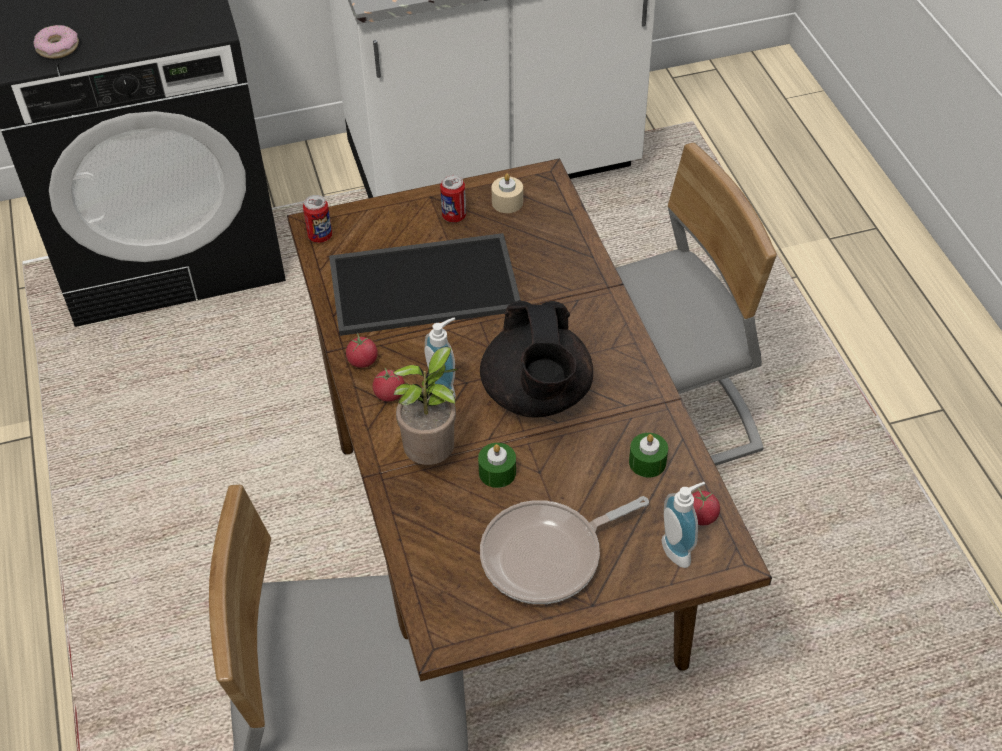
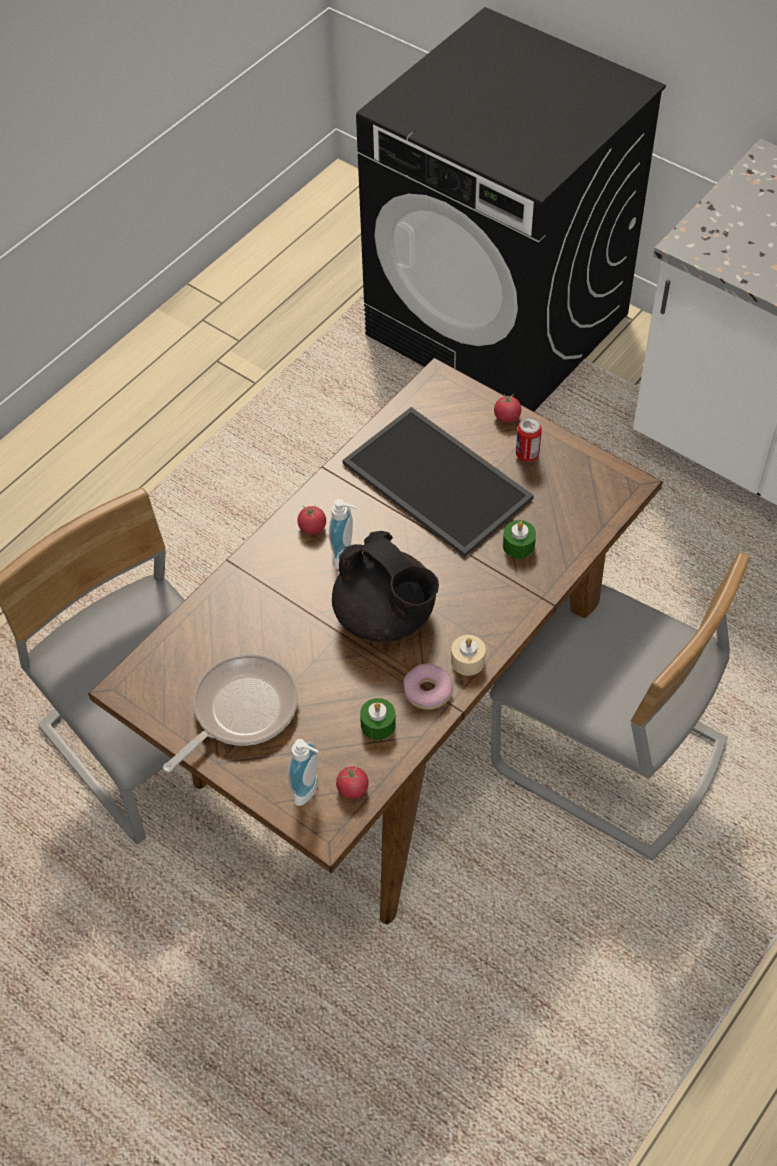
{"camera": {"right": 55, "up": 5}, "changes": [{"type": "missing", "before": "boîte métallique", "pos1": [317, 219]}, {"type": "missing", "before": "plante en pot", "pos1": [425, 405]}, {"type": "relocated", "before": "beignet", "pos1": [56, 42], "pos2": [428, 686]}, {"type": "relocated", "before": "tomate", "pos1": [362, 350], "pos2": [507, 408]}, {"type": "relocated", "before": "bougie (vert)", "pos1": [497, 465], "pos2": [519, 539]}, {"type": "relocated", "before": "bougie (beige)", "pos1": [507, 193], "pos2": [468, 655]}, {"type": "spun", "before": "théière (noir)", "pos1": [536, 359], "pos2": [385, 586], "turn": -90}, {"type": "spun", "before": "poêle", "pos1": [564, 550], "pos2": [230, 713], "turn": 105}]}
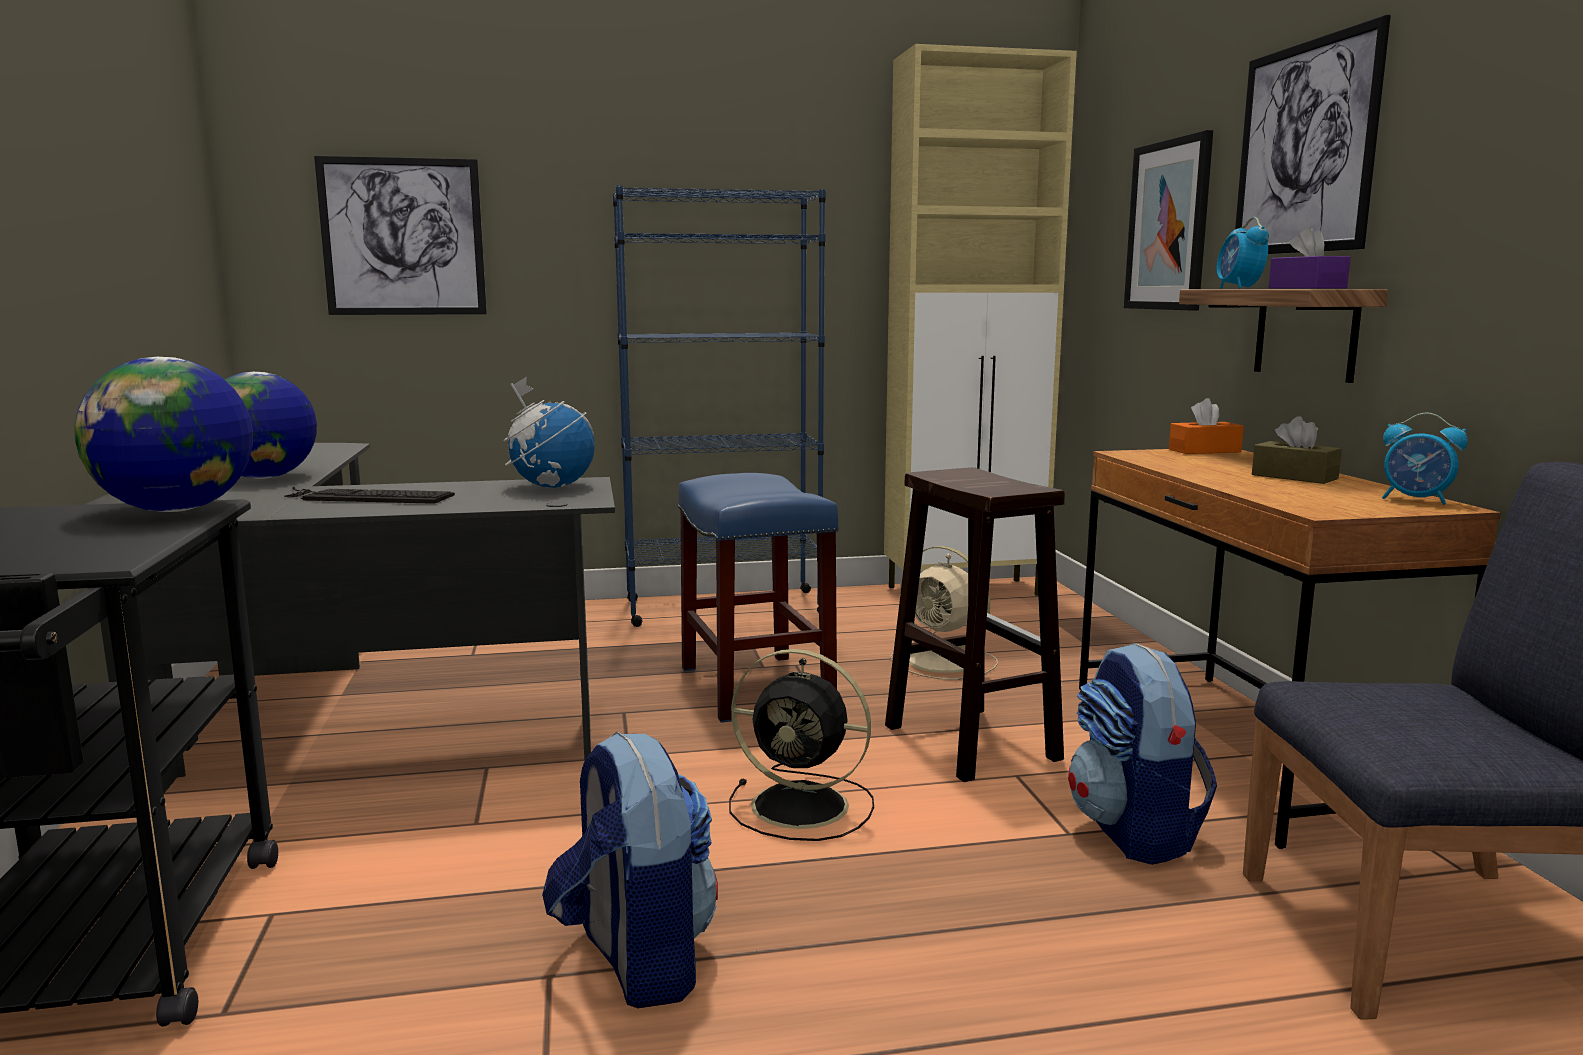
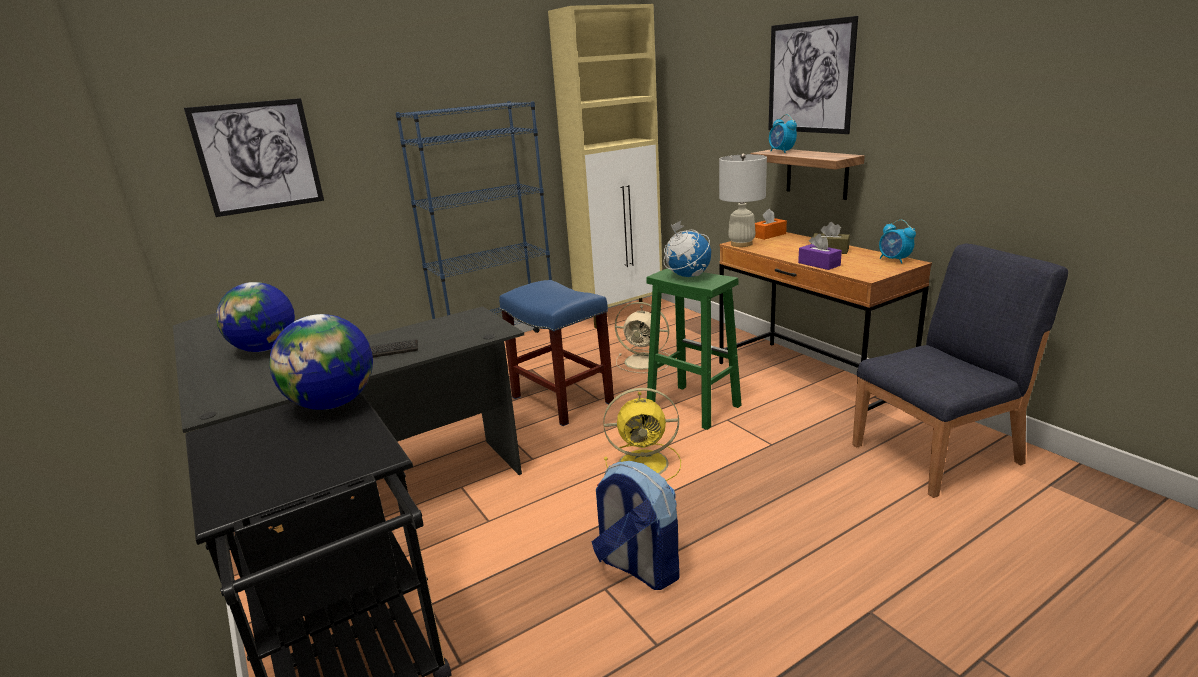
{"camera": {"right": -20, "up": 10}, "changes": [{"type": "missing", "before": "sac à dos", "pos1": [1142, 754]}, {"type": "missing", "before": "tableau", "pos1": [1168, 220]}, {"type": "appeared", "after": "lampe de table (blanc)", "pos2": [743, 200]}, {"type": "relocated", "before": "globe", "pos1": [549, 432], "pos2": [687, 249]}, {"type": "relocated", "before": "boîte à mouchoirs (violet)", "pos1": [1310, 257], "pos2": [820, 252]}, {"type": "colour", "before": "ventilateur (noir)", "after": "ventilateur (jaune)", "pos1": [801, 745], "pos2": [642, 434]}, {"type": "colour", "before": "tabouret (marron)", "after": "tabouret (vert)", "pos1": [975, 624], "pos2": [694, 349]}, {"type": "spun", "before": "réveil", "pos1": [1425, 459], "pos2": [897, 242], "turn": 45}]}
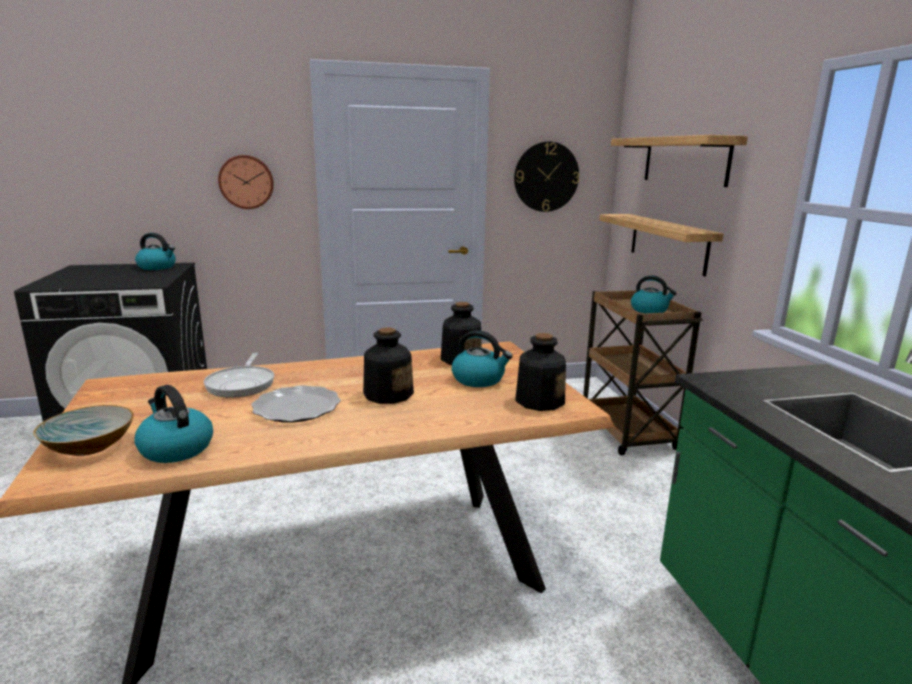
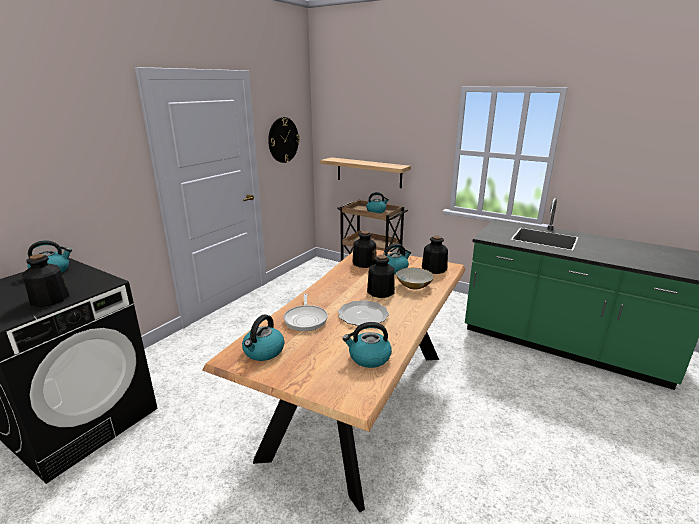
{"camera": {"right": -45, "up": 5}, "changes": [{"type": "missing", "before": "horloge murale", "pos1": [246, 182]}, {"type": "missing", "before": "étagère", "pos1": [679, 161]}, {"type": "appeared", "after": "bouteille", "pos2": [45, 280]}, {"type": "appeared", "after": "bouilloire", "pos2": [263, 338]}, {"type": "relocated", "before": "bol", "pos1": [83, 430], "pos2": [415, 279]}, {"type": "spun", "before": "poêle", "pos1": [239, 375], "pos2": [306, 312], "turn": 45}]}
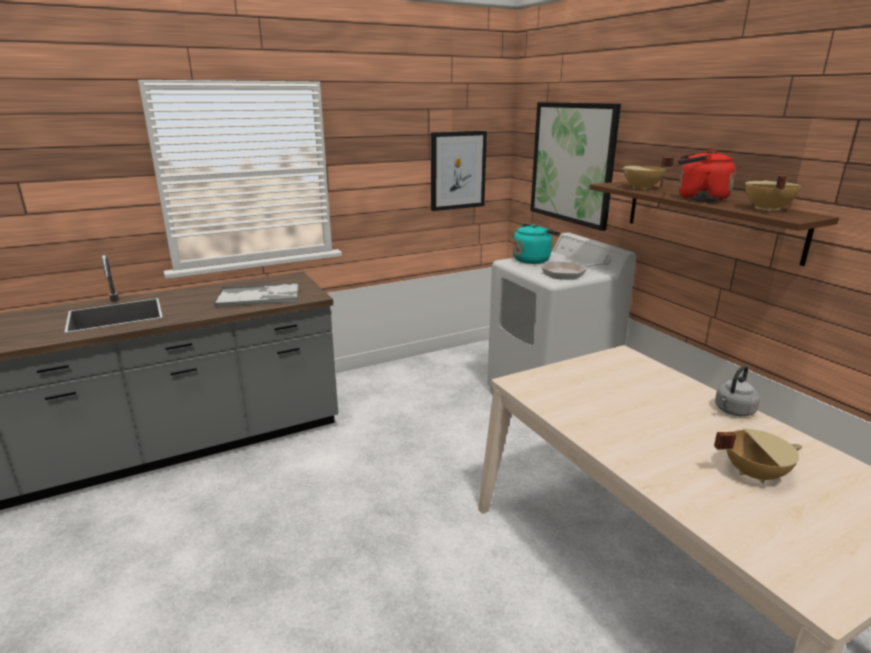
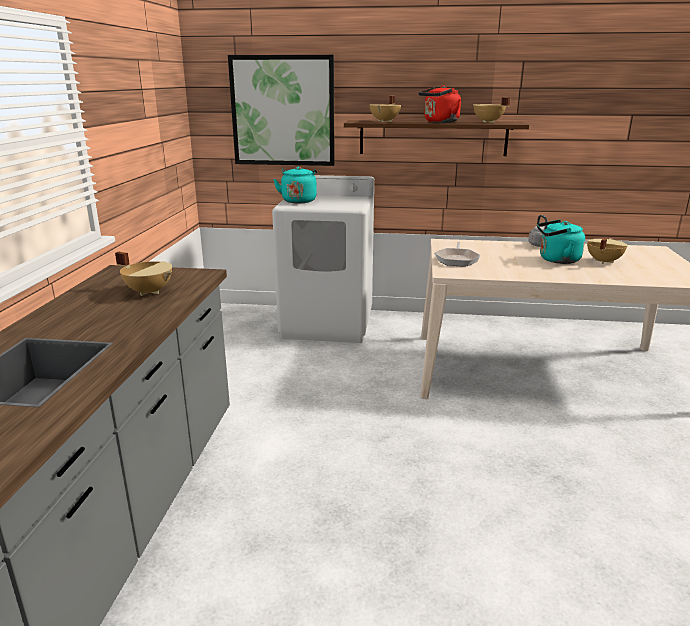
{"camera": {"right": -55, "up": 0}, "changes": [{"type": "missing", "before": "tableau", "pos1": [459, 171]}, {"type": "appeared", "after": "bouilloire (turquoise)", "pos2": [561, 242]}, {"type": "relocated", "before": "poêle", "pos1": [572, 271], "pos2": [457, 254]}, {"type": "exchanged", "before": "plateau", "after": "marmite (beige)", "pos1": [256, 294], "pos2": [143, 274]}]}
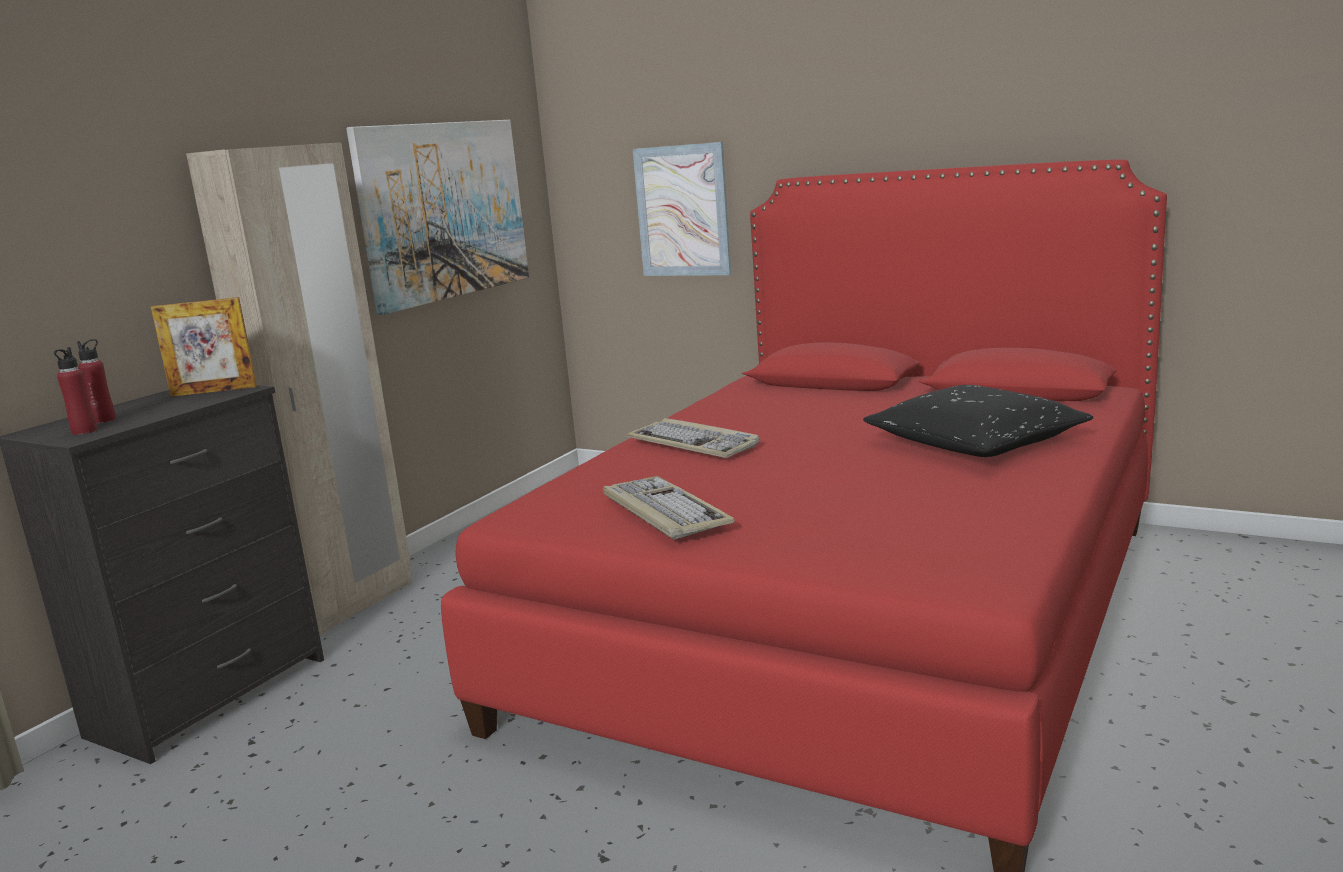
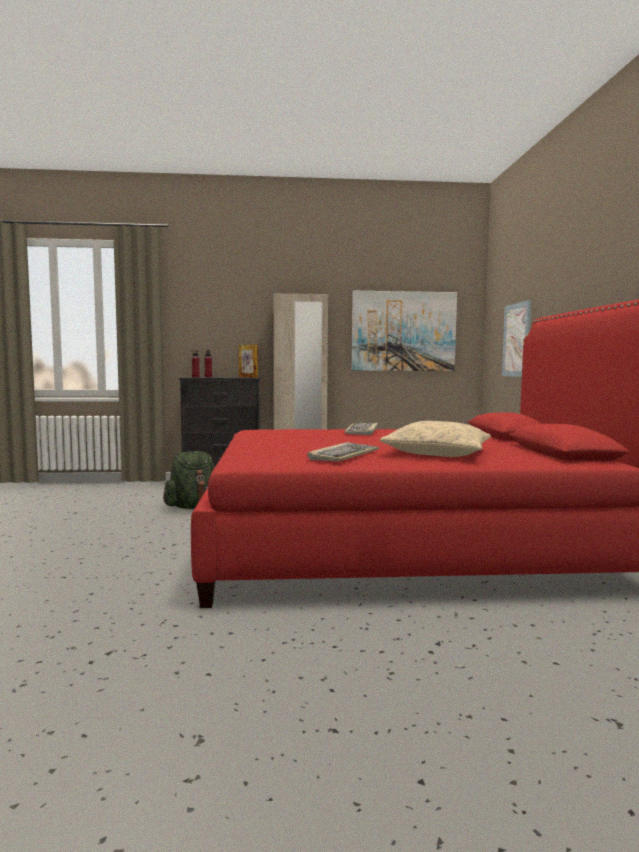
{"camera": {"right": 55, "up": -10}, "changes": [{"type": "appeared", "after": "sac à dos (vert)", "pos2": [189, 480]}, {"type": "relocated", "before": "clavier", "pos1": [668, 508], "pos2": [343, 451]}, {"type": "colour", "before": "coussin (noir)", "after": "coussin (beige)", "pos1": [978, 421], "pos2": [435, 439]}]}
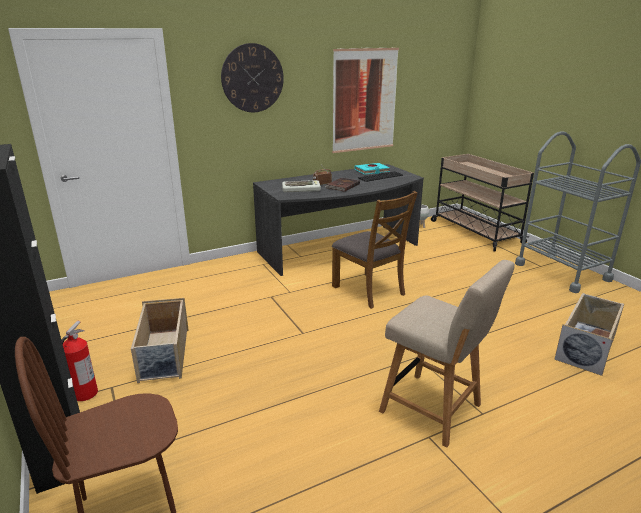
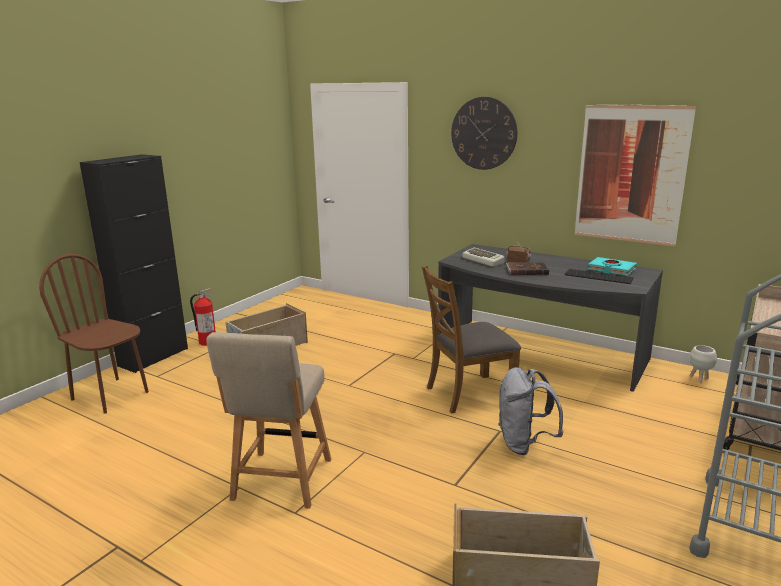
{"camera": {"right": 60, "up": -5}, "changes": [{"type": "appeared", "after": "sac à dos (gris)", "pos2": [530, 411]}, {"type": "spun", "before": "chaise (marron)", "pos1": [374, 250], "pos2": [471, 339], "turn": 45}]}
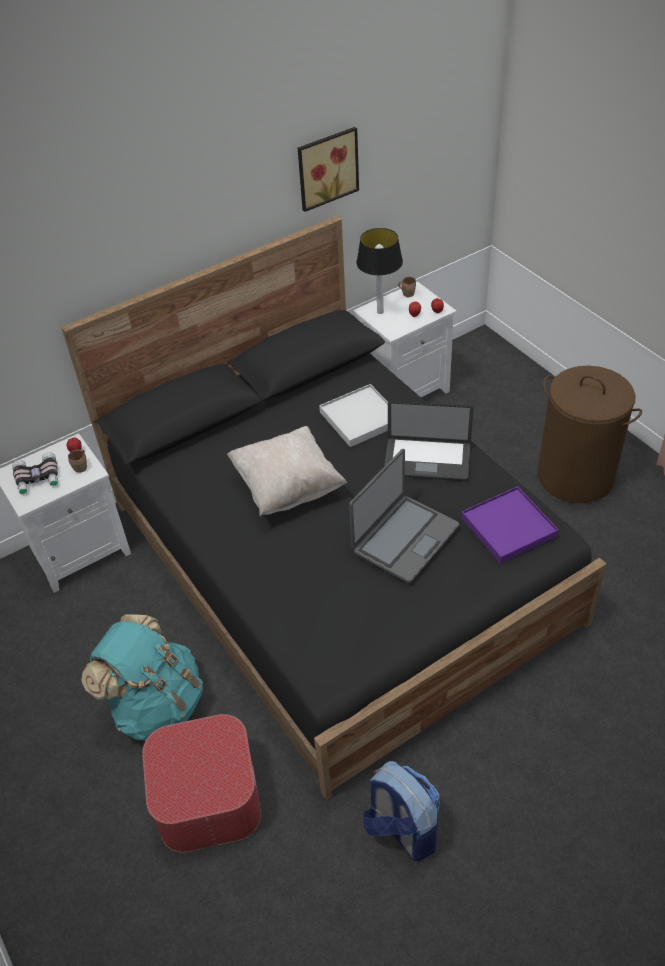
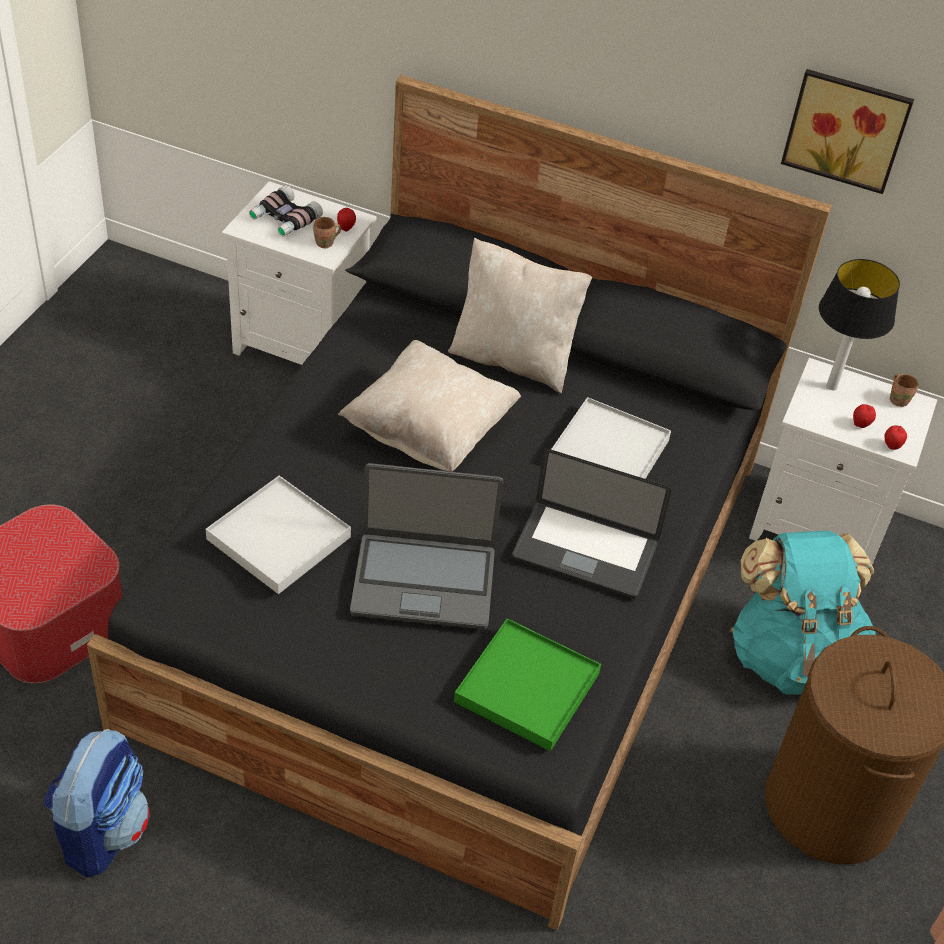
{"camera": {"right": 50, "up": 0}, "changes": [{"type": "appeared", "after": "plateau (blanc)", "pos2": [278, 535]}, {"type": "appeared", "after": "coussin (beige)", "pos2": [520, 315]}, {"type": "relocated", "before": "sac à dos (turquoise)", "pos1": [142, 677], "pos2": [803, 613]}, {"type": "colour", "before": "plateau (violet)", "after": "plateau (vert)", "pos1": [510, 525], "pos2": [527, 684]}, {"type": "spun", "before": "ordinateur portable", "pos1": [429, 441], "pos2": [592, 524], "turn": -45}]}
